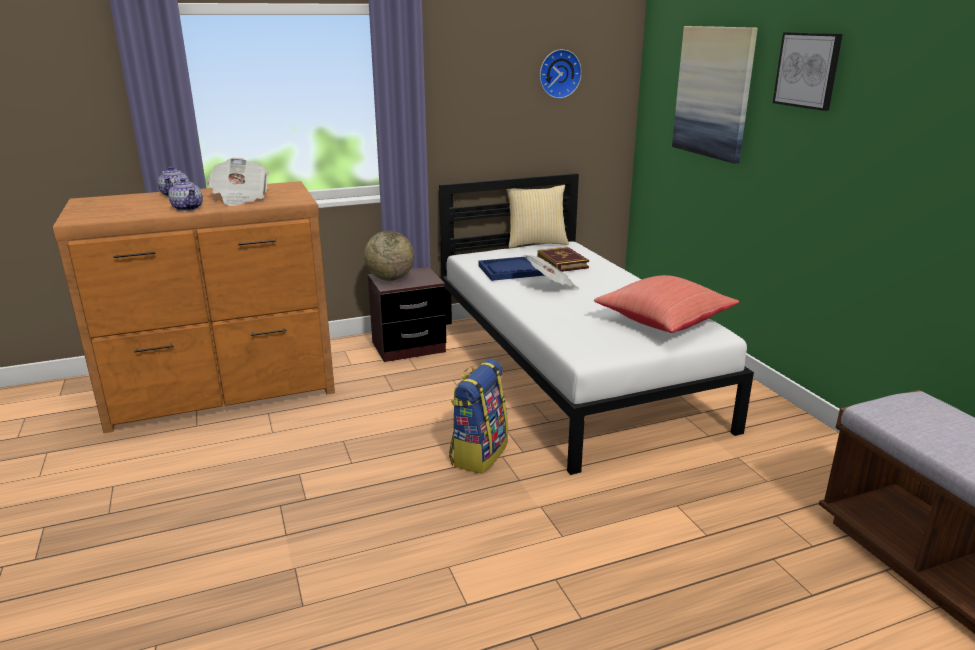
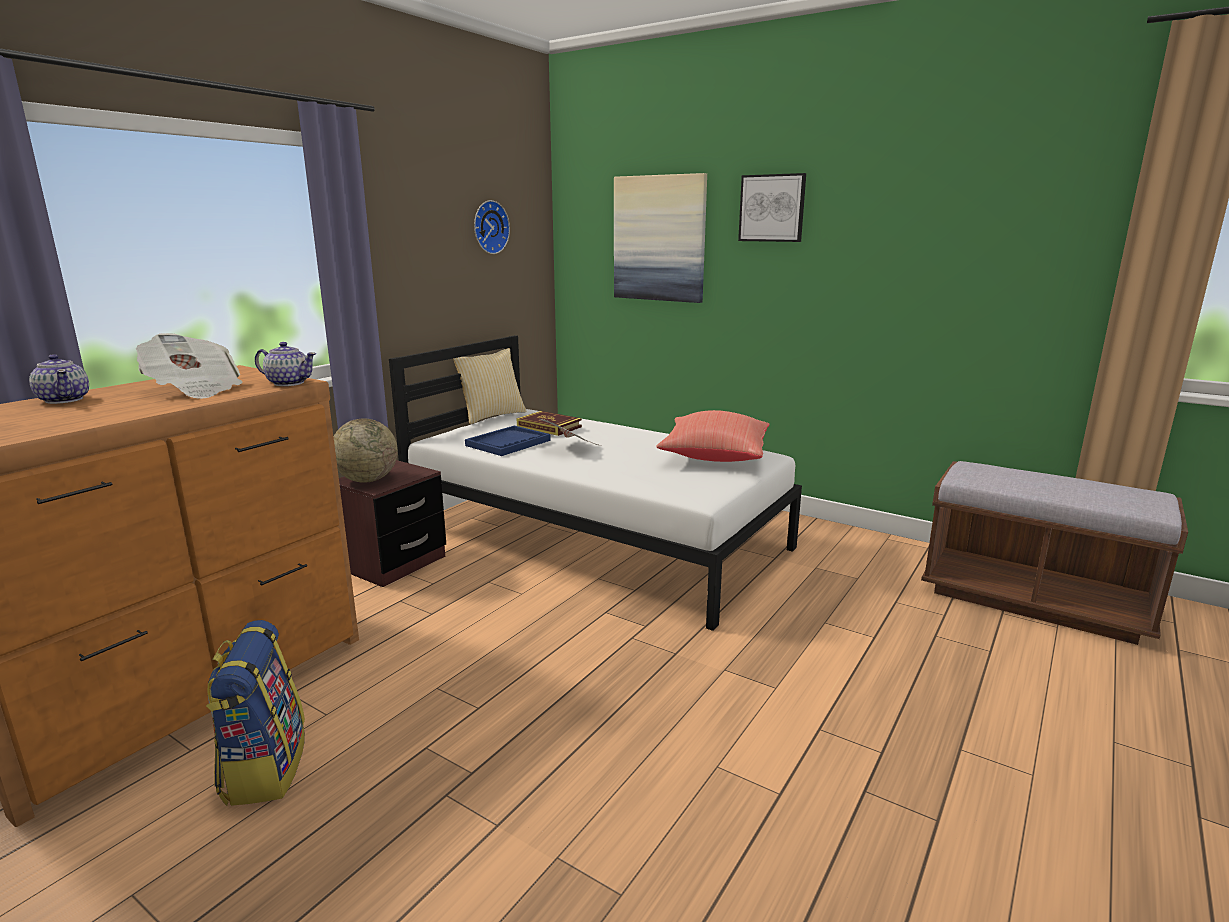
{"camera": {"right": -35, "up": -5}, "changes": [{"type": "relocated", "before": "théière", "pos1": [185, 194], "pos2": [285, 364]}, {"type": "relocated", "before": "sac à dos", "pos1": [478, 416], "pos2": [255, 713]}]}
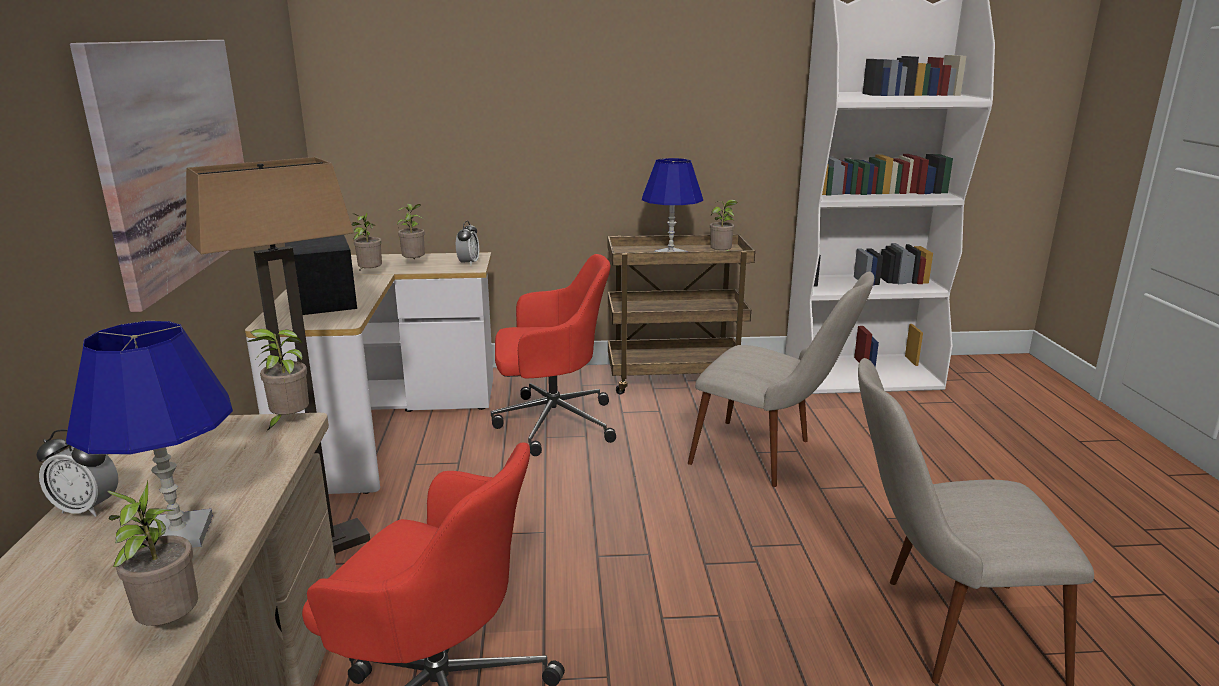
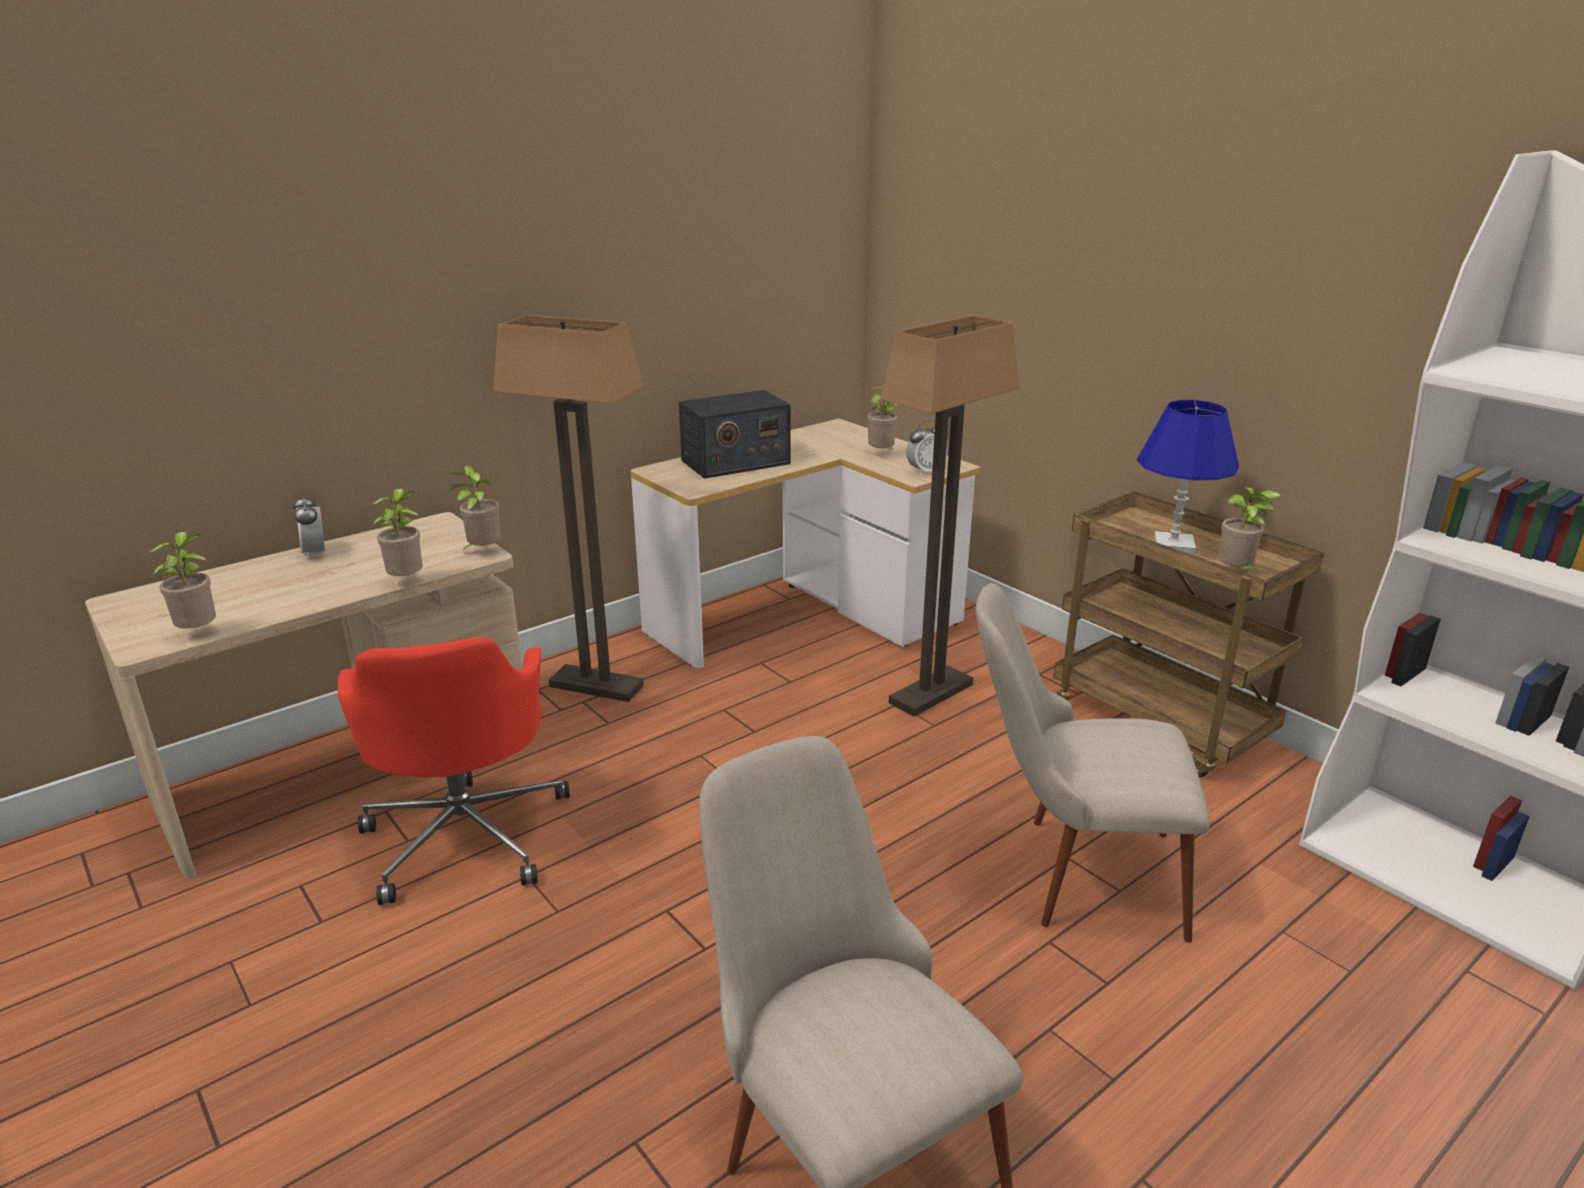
{"camera": {"right": 55, "up": 5}, "changes": [{"type": "missing", "before": "lampe de table (bleu)", "pos1": [149, 434]}, {"type": "missing", "before": "tableau", "pos1": [157, 176]}, {"type": "relocated", "before": "plante en pot", "pos1": [367, 242], "pos2": [397, 532]}, {"type": "exchanged", "before": "chaise de bureau (rouge)", "after": "lampadaire", "pos1": [553, 355], "pos2": [950, 516]}, {"type": "spun", "before": "radio", "pos1": [321, 275], "pos2": [735, 434], "turn": -150}, {"type": "spun", "before": "chaise (beige)", "pos1": [781, 379], "pos2": [1092, 763], "turn": 105}]}
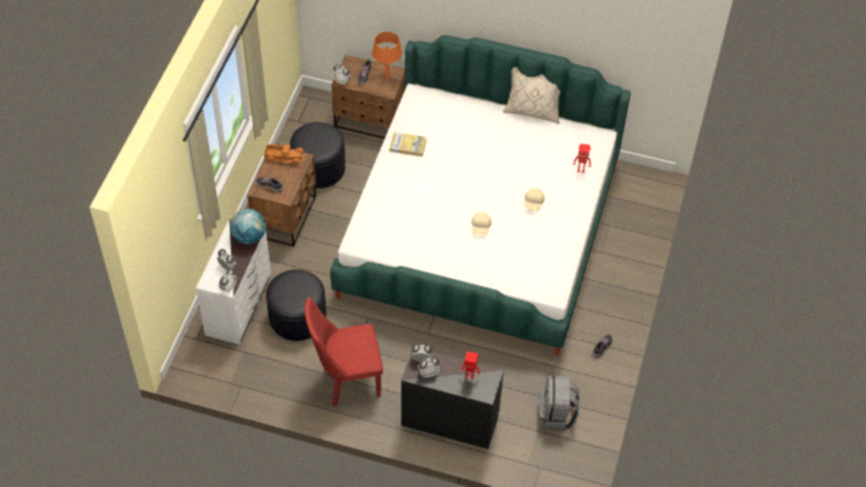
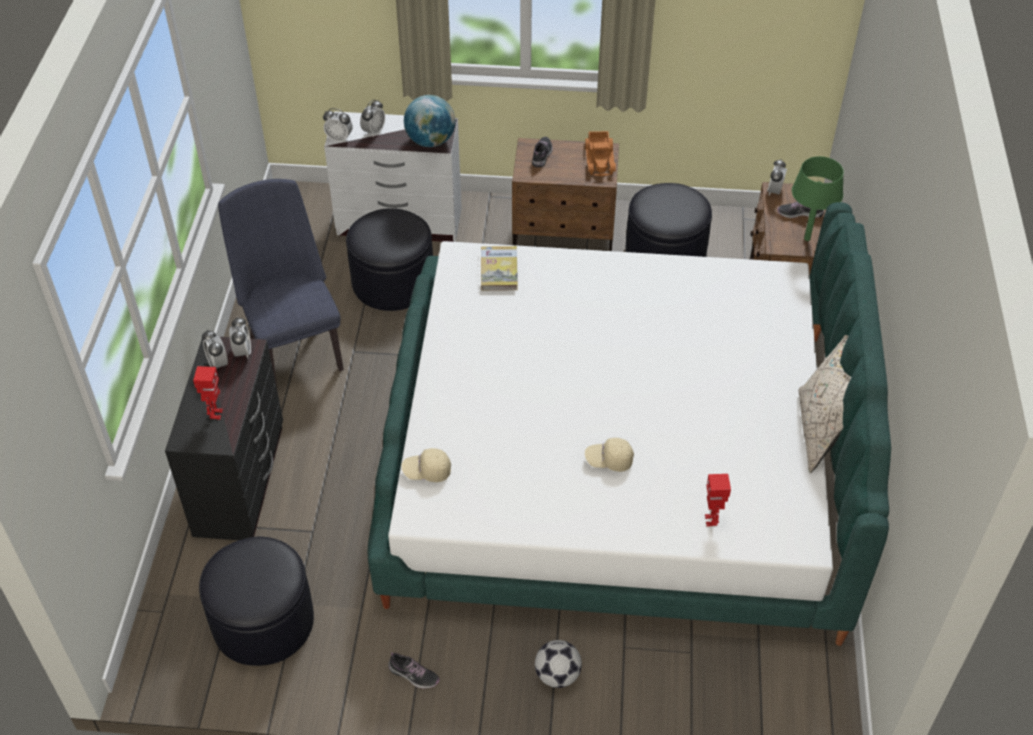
{"camera": {"right": 80, "up": -5}, "changes": [{"type": "appeared", "after": "ballon de foot", "pos2": [558, 664]}, {"type": "relocated", "before": "livre", "pos1": [408, 144], "pos2": [499, 268]}, {"type": "relocated", "before": "casquette (beige)", "pos1": [481, 223], "pos2": [426, 465]}, {"type": "exchanged", "before": "sac à dos (gris)", "after": "pouf (noir)", "pos1": [559, 403], "pos2": [256, 601]}, {"type": "colour", "before": "chaise (rouge)", "after": "chaise (bleu)", "pos1": [344, 351], "pos2": [281, 283]}, {"type": "colour", "before": "lampe de table (orange)", "after": "lampe de table (vert)", "pos1": [387, 56], "pos2": [818, 198]}]}
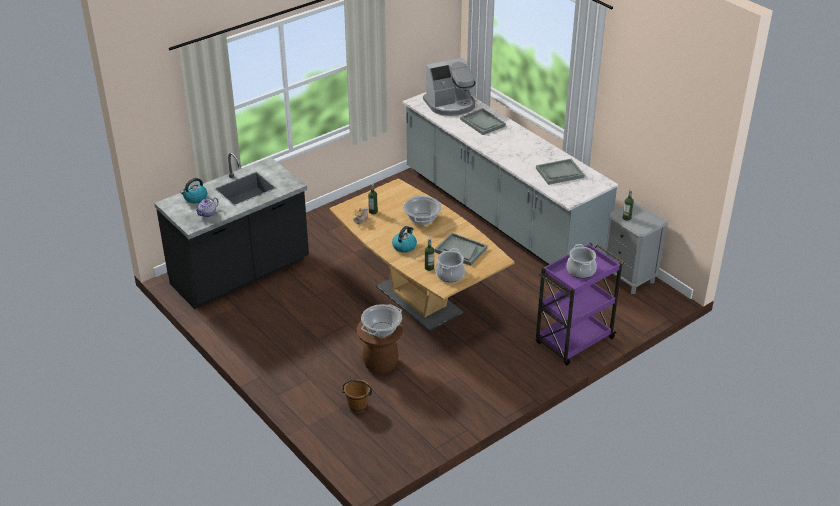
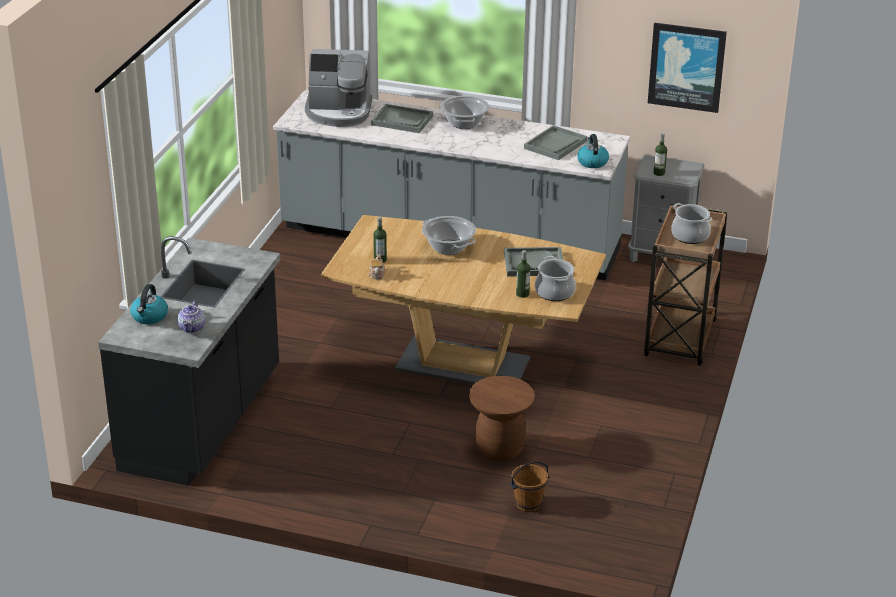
{"camera": {"right": -35, "up": -5}, "changes": [{"type": "appeared", "after": "tableau", "pos2": [687, 68]}, {"type": "relocated", "before": "marmite", "pos1": [381, 320], "pos2": [464, 112]}, {"type": "relocated", "before": "bouilloire", "pos1": [404, 239], "pos2": [593, 151]}, {"type": "colour", "before": "chariot (violet)", "after": "chariot (marron)", "pos1": [580, 304], "pos2": [686, 284]}, {"type": "spun", "before": "machine à café", "pos1": [449, 87], "pos2": [338, 88], "turn": 60}]}
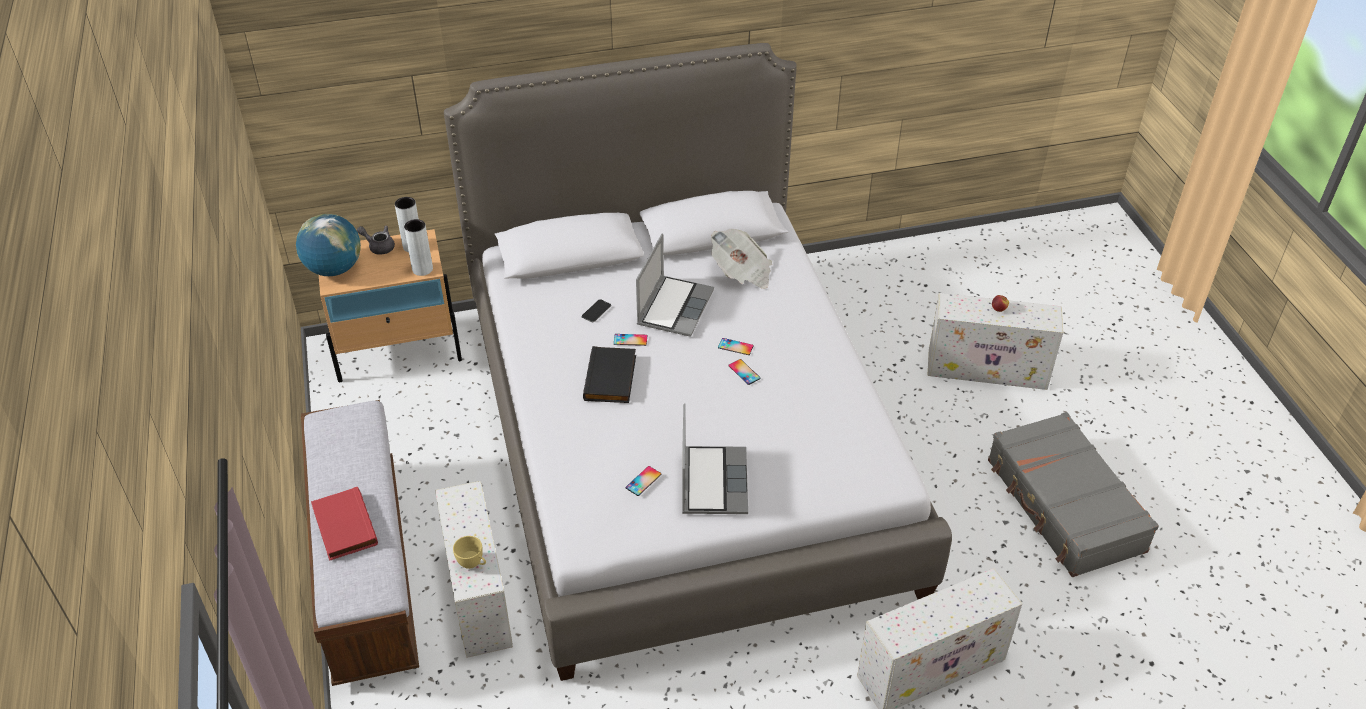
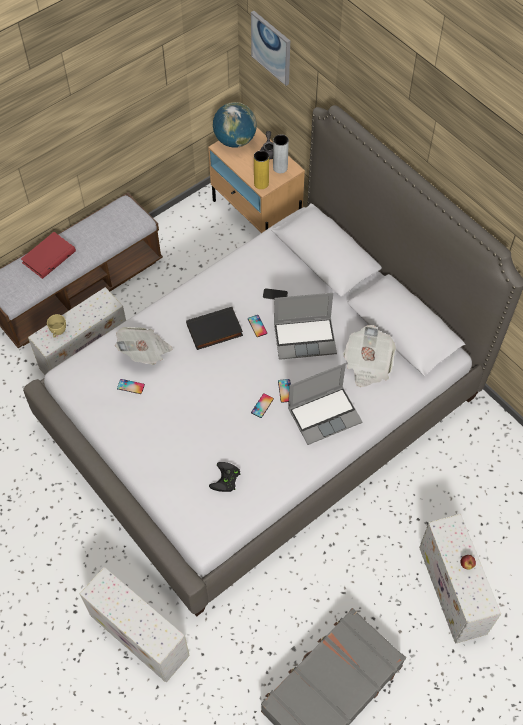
{"camera": {"right": 65, "up": 15}, "changes": [{"type": "appeared", "after": "journal", "pos2": [143, 346]}, {"type": "appeared", "after": "manette (noir)", "pos2": [224, 477]}, {"type": "appeared", "after": "tableau", "pos2": [270, 48]}, {"type": "relocated", "before": "ordinateur portable", "pos1": [715, 458], "pos2": [325, 404]}, {"type": "colour", "before": "vase (gris)", "after": "vase (jaune)", "pos1": [418, 247], "pos2": [261, 169]}]}
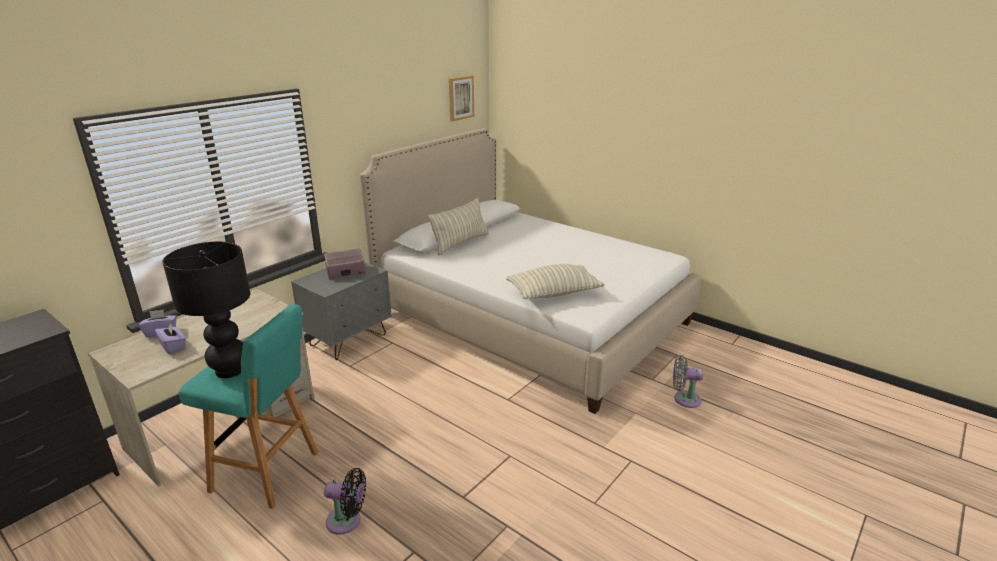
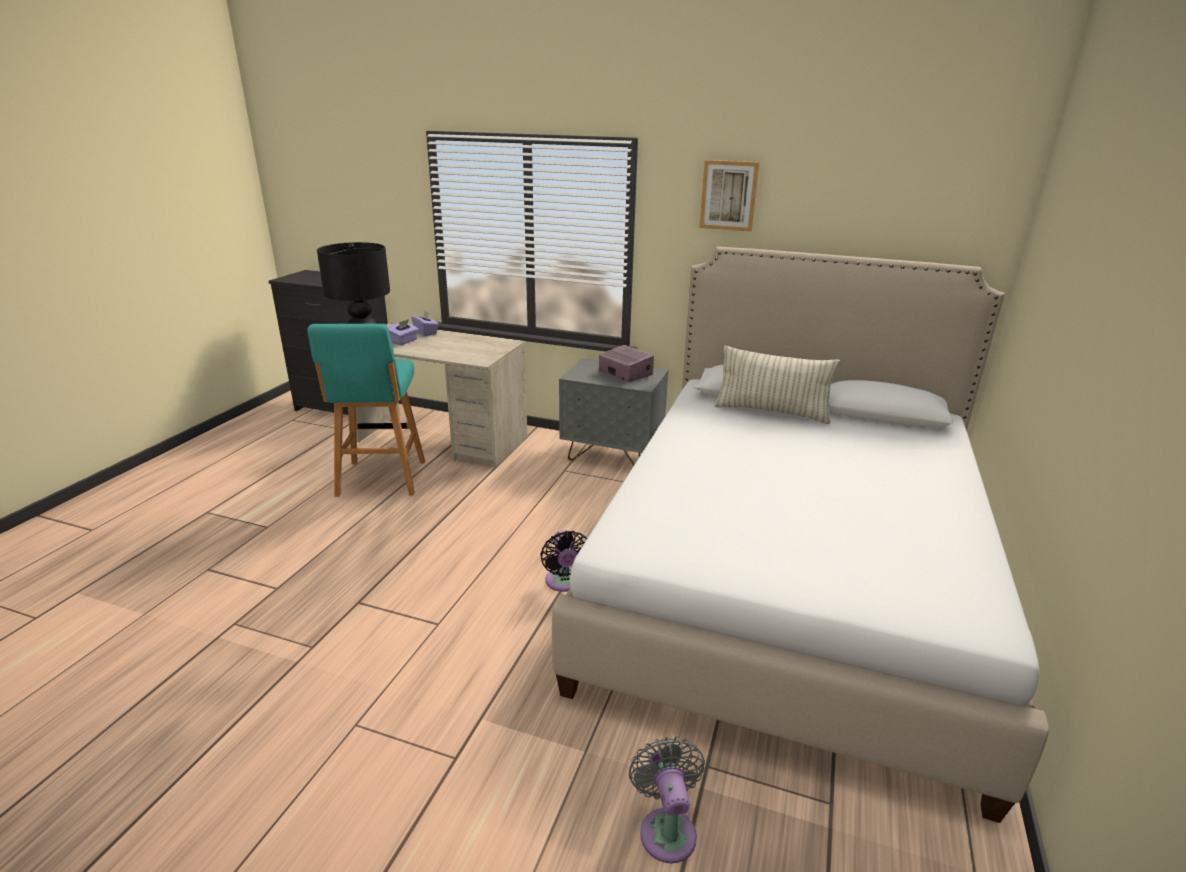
{"camera": {"right": 70, "up": 0}, "changes": [{"type": "missing", "before": "coussin", "pos1": [555, 281]}, {"type": "relocated", "before": "ventilateur (noir)", "pos1": [345, 501], "pos2": [563, 561]}, {"type": "relocated", "before": "tableau", "pos1": [461, 98], "pos2": [729, 195]}]}
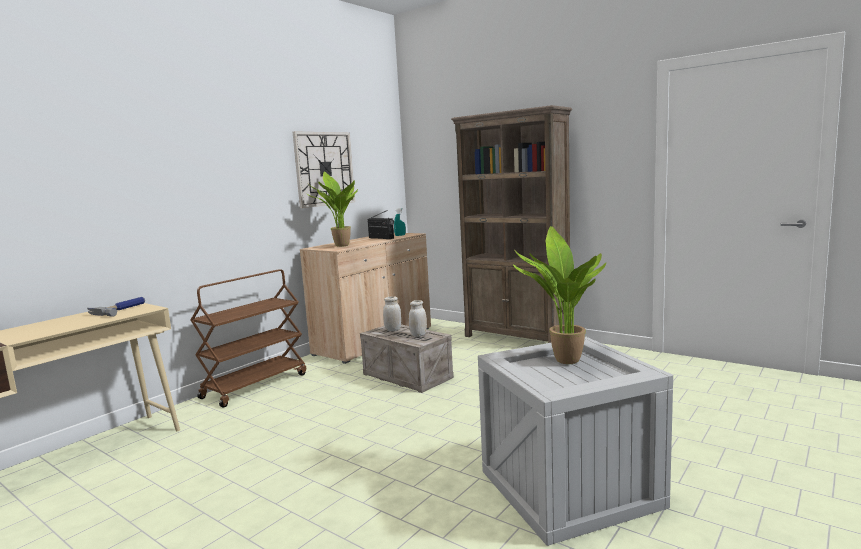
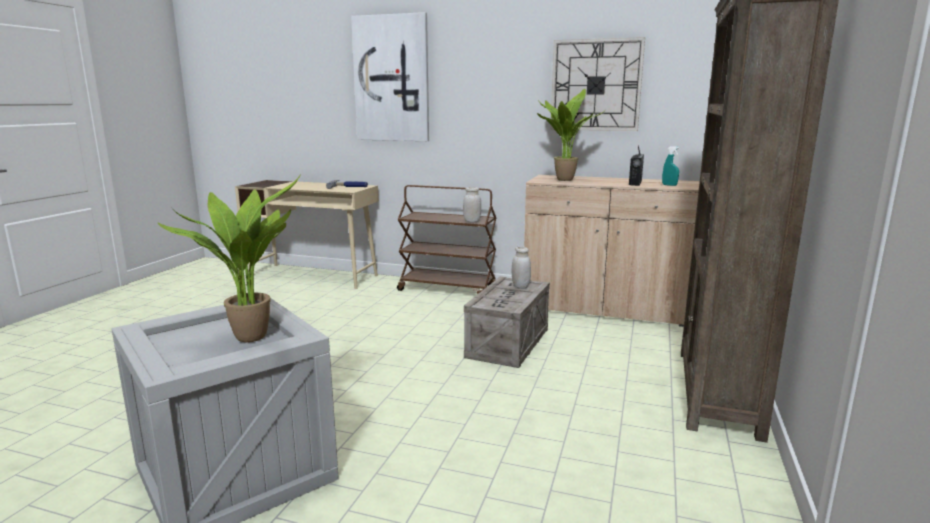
{"camera": {"right": 70, "up": 5}, "changes": [{"type": "appeared", "after": "tableau", "pos2": [390, 76]}, {"type": "relocated", "before": "bocal (blanc)", "pos1": [418, 318], "pos2": [472, 204]}]}
